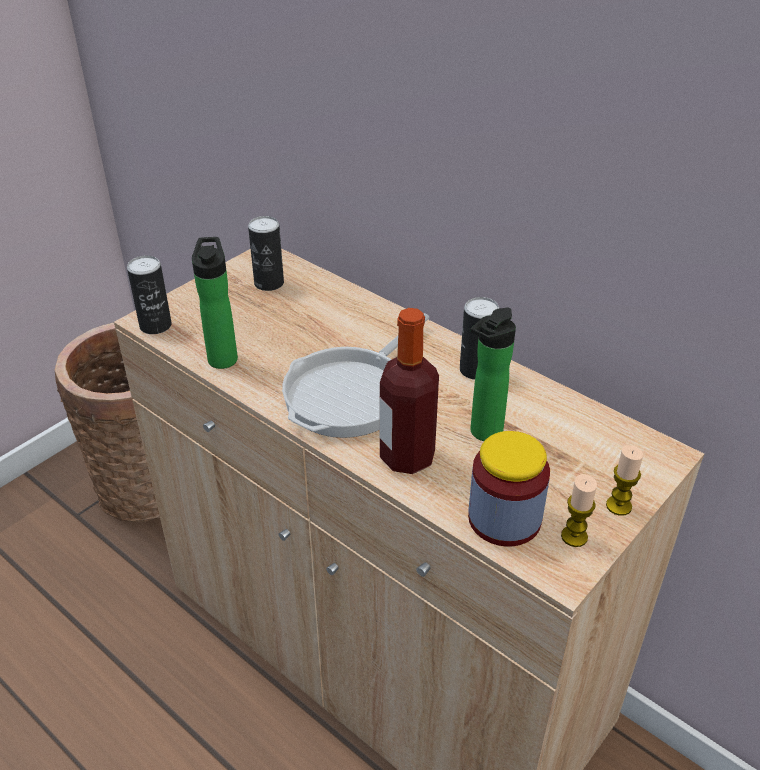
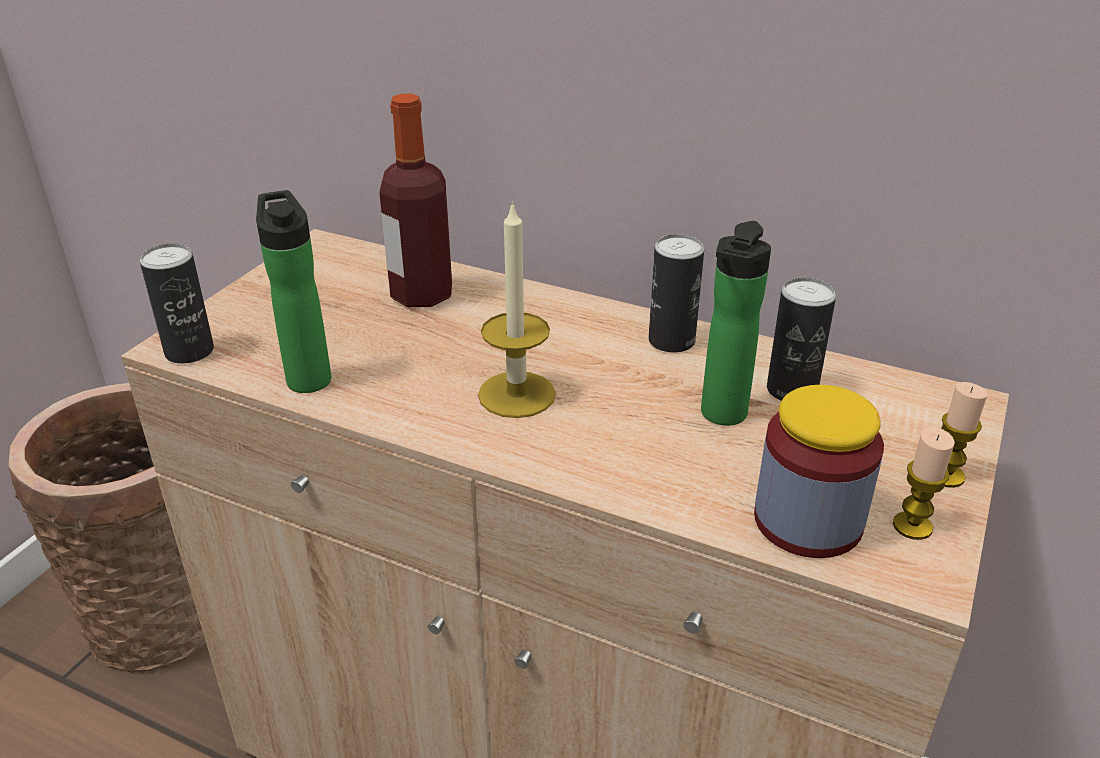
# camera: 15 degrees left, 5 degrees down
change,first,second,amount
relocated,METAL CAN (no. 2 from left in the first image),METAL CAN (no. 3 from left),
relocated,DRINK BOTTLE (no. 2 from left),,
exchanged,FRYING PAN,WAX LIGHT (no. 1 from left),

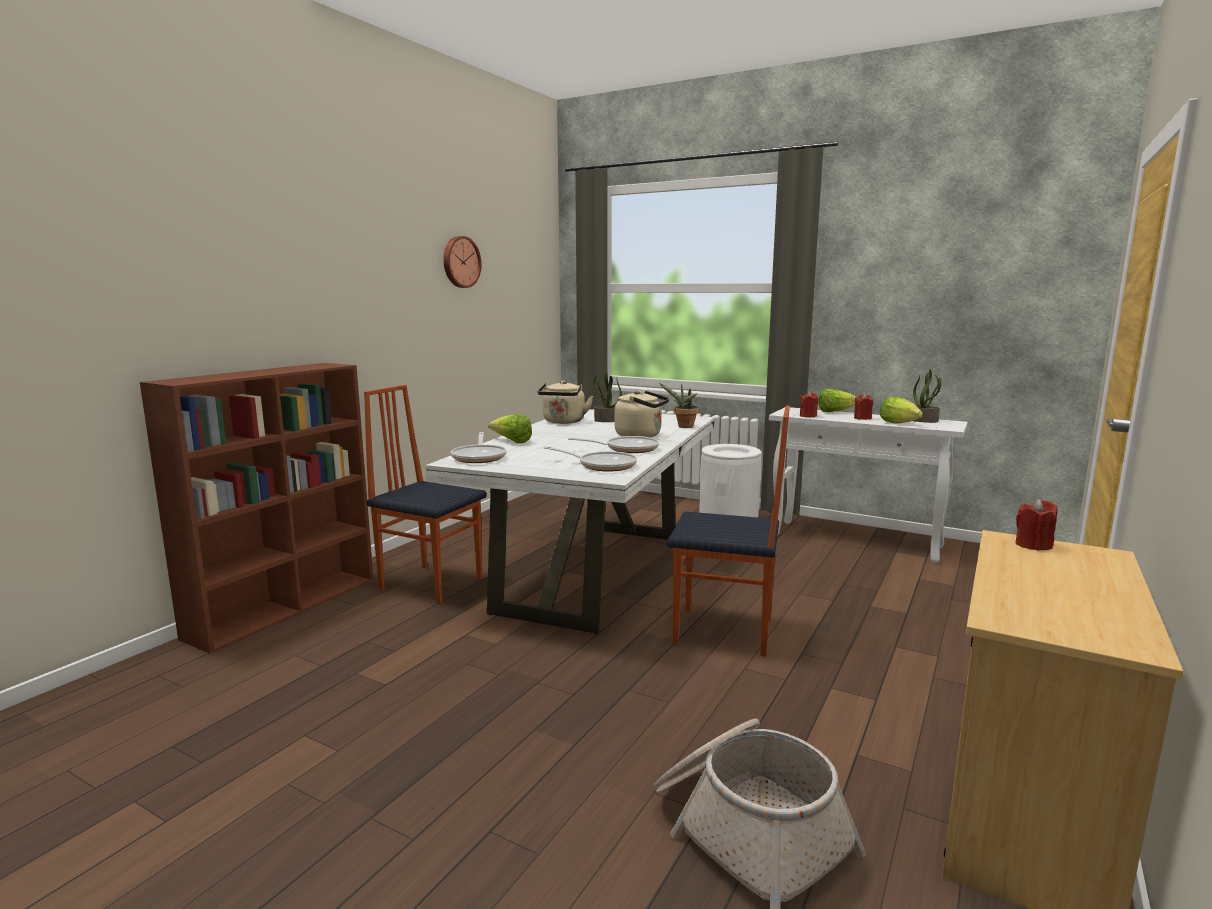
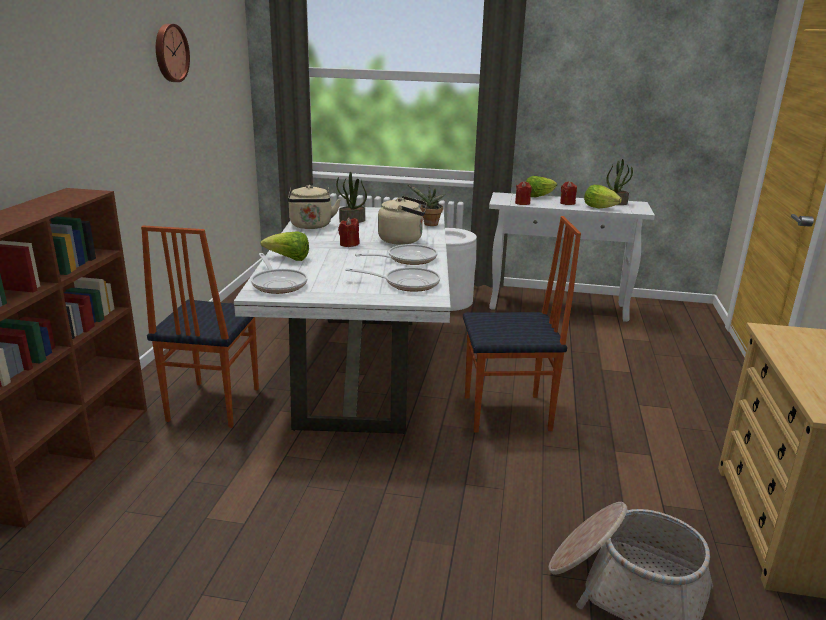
# camera: 20 degrees left, 10 degrees up
change,first,second,amount
relocated,RED-COLOURED WAX LIGHT (no. 3 from left in the first image),RED-COLOURED WAX LIGHT (no. 1 from left),
spun,CHAIR (no. 1 from left),,90 degrees counterclockwise

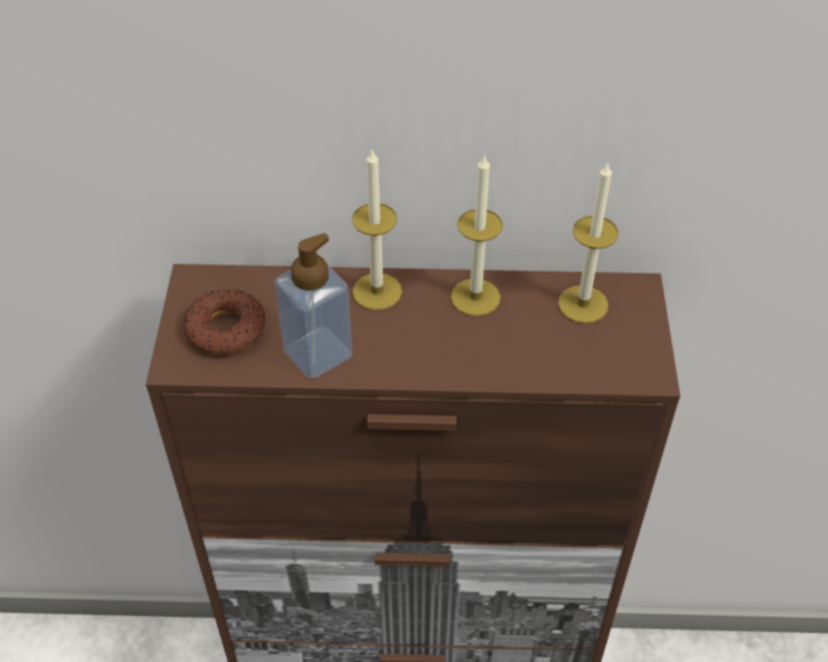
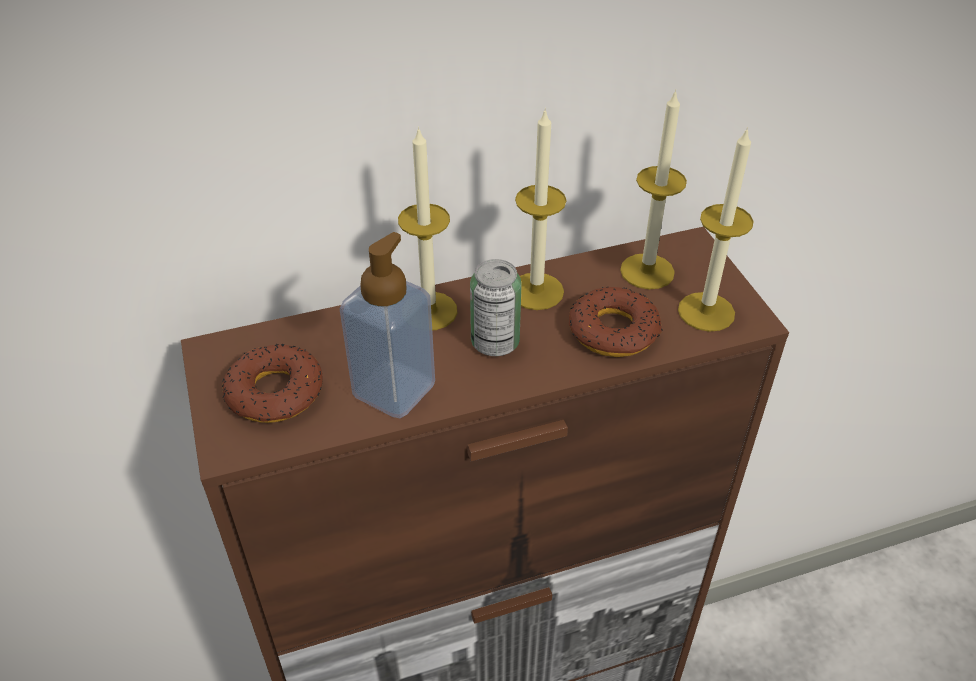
# camera: 20 degrees left, 5 degrees down
change,first,second,amount
appeared,,METAL CAN,
appeared,,RING DOUGHNUT (no. 2 from left),
appeared,,WAX LIGHT (no. 4 from left),

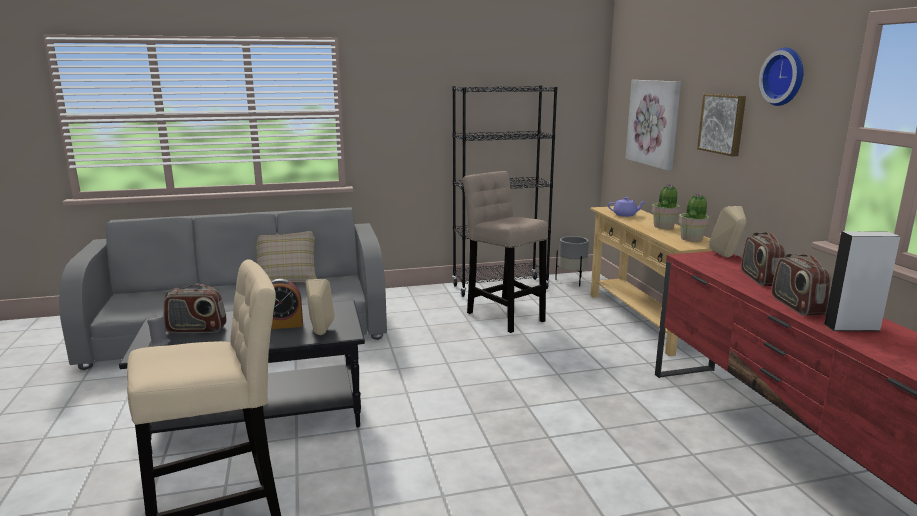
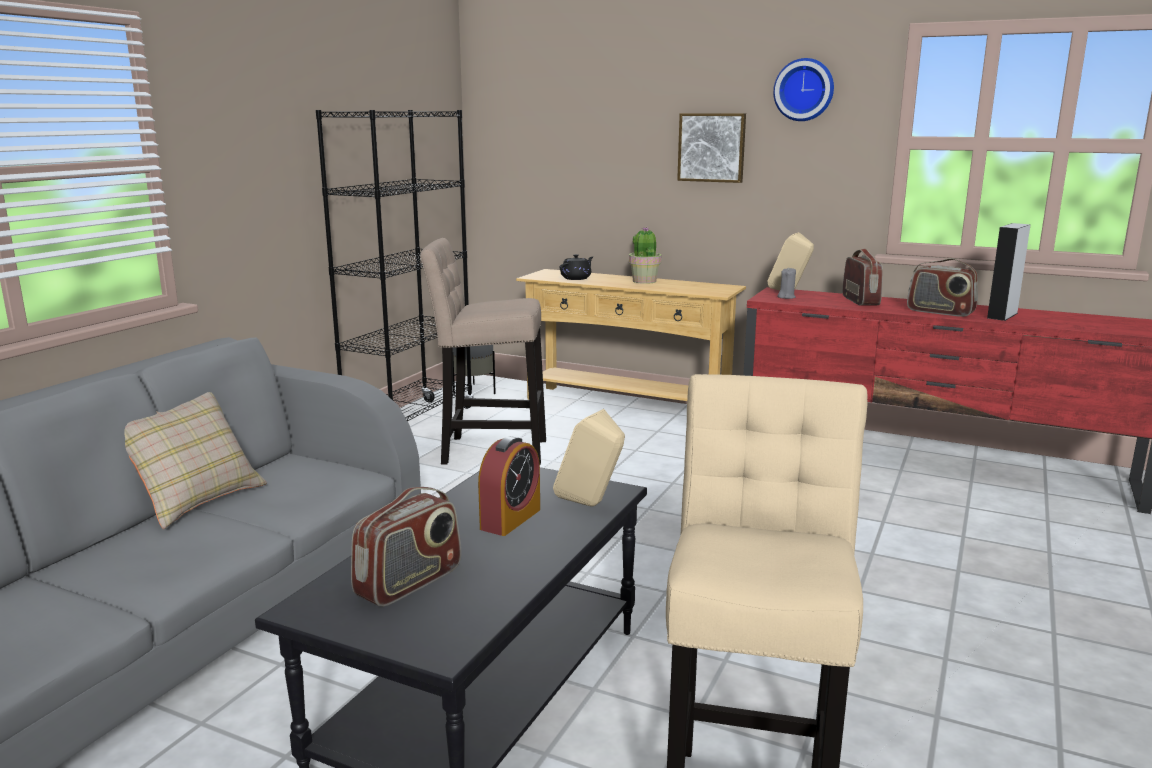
# camera: 50 degrees left, 0 degrees up
change,first,second,amount
missing,WALL ART (no. 1 from left),,
missing,HOUSEPLANT (no. 2 from left),,
relocated,GREY WAX LIGHT,,
colour,PURPLE-COLOURED POT FOR TEA,BLACK-COLOURED POT FOR TEA,
spun,RADIO (no. 2 from left),,135 degrees counterclockwise

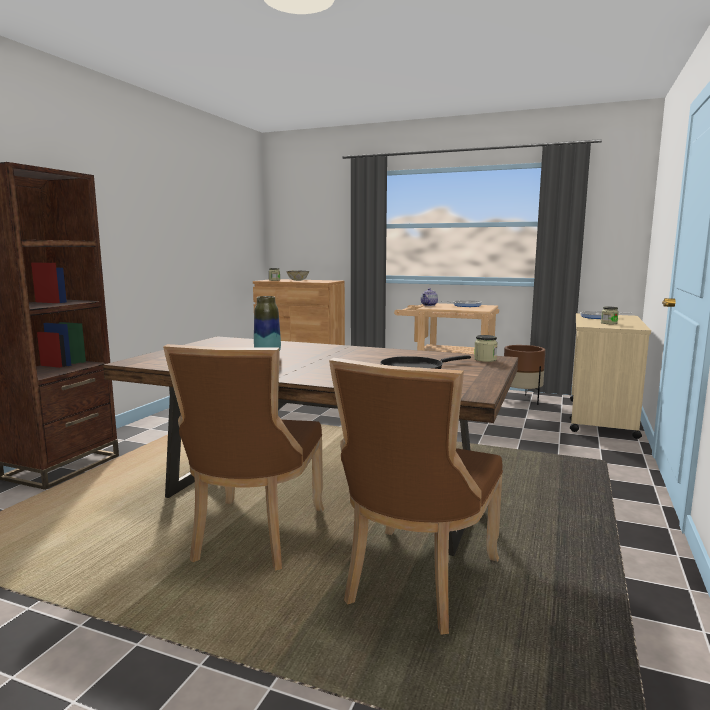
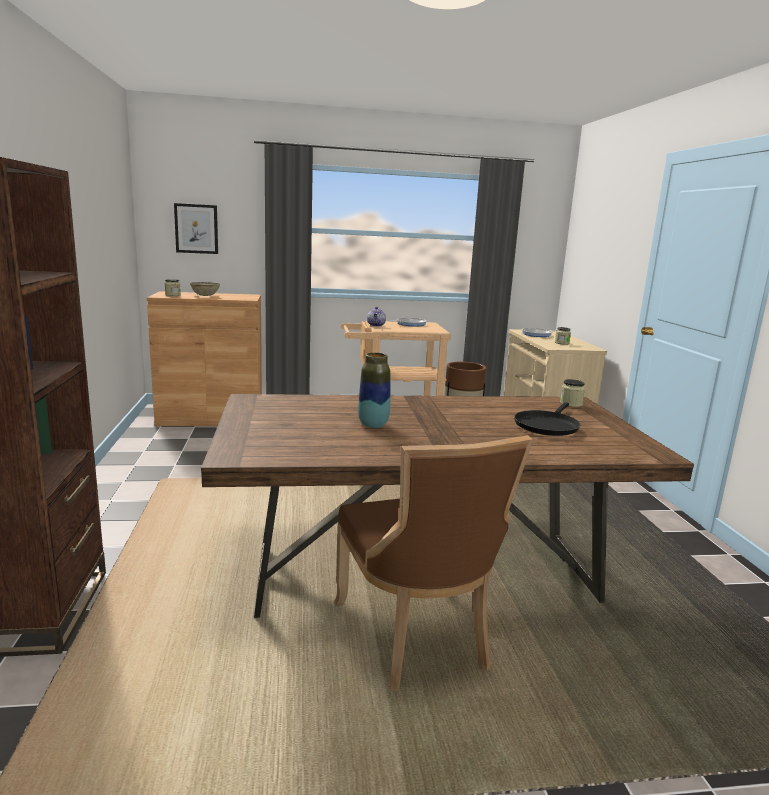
# camera: 30 degrees left, 5 degrees up
change,first,second,amount
missing,BROWN CHAIR (no. 2 from left),,
appeared,,WALL ART,

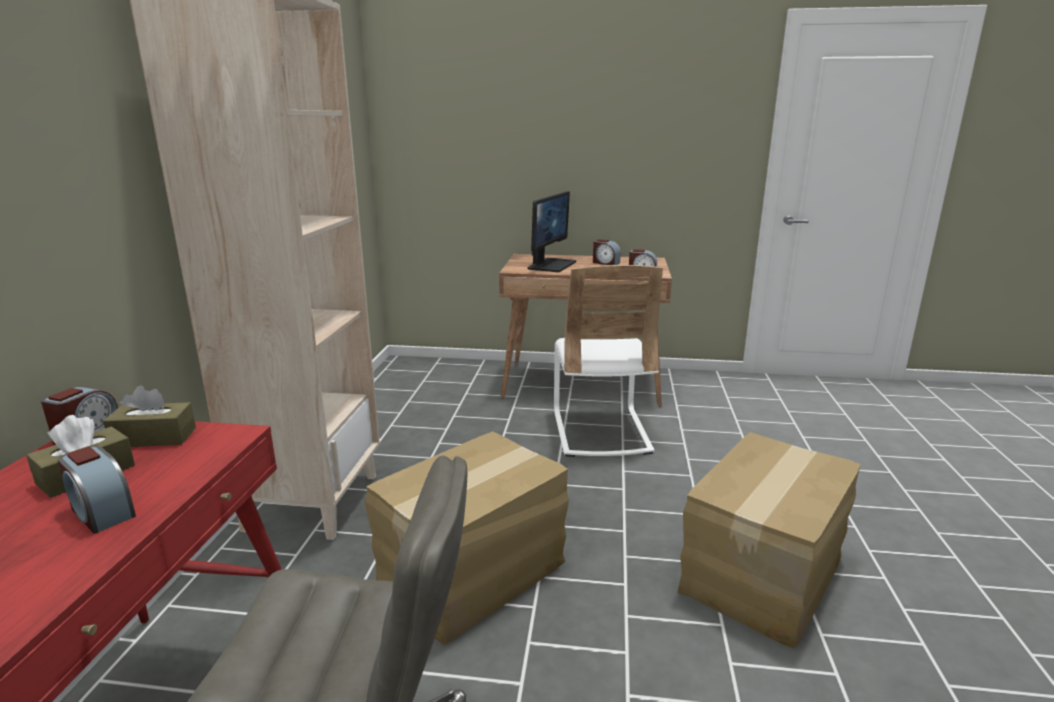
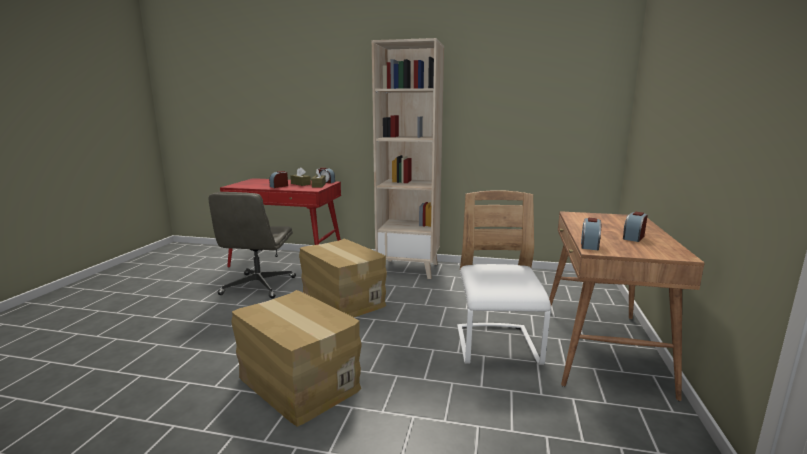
# camera: 95 degrees right, 5 degrees down
change,first,second,amount
missing,COMPUTER SCREEN,,
spun,WHITE-COLOURED CHAIR,,90 degrees clockwise

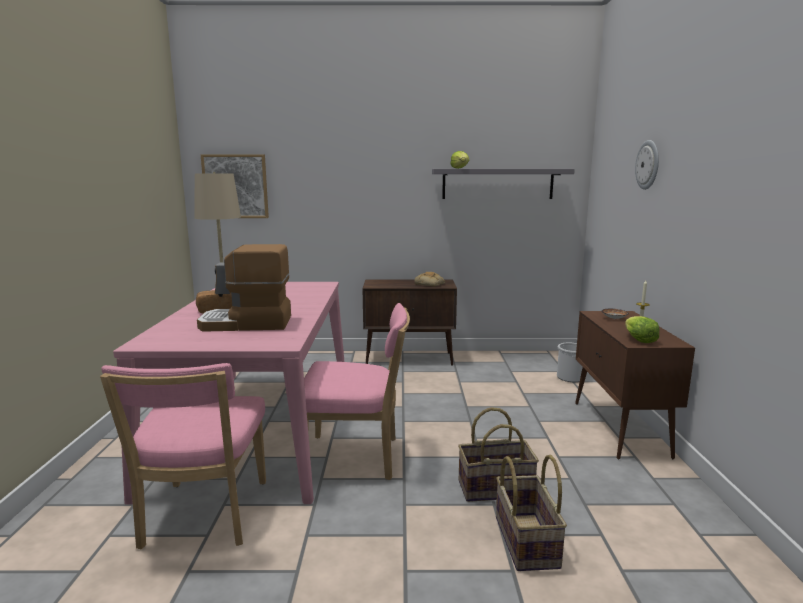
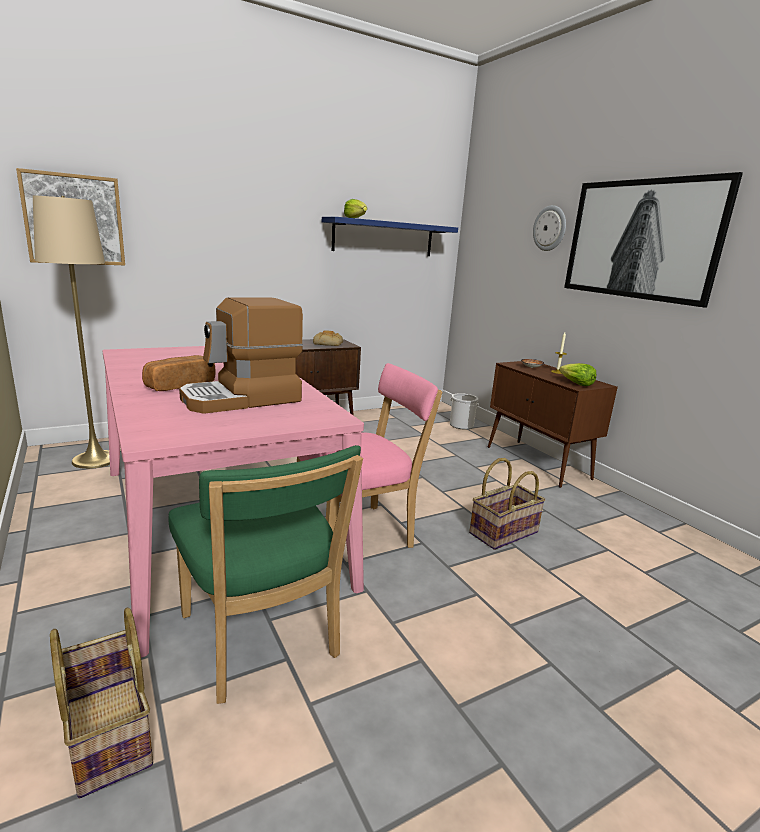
# camera: 30 degrees left, 5 degrees up
change,first,second,amount
appeared,,WALL ART (no. 2 from left),
relocated,BASKET (no. 2 from left in the first image),BASKET (no. 1 from left),
colour,PINK CHAIR (no. 1 from left),GREENISH CHAIR,
colour,GREY SHELF,BLUE-COLOURED SHELF,

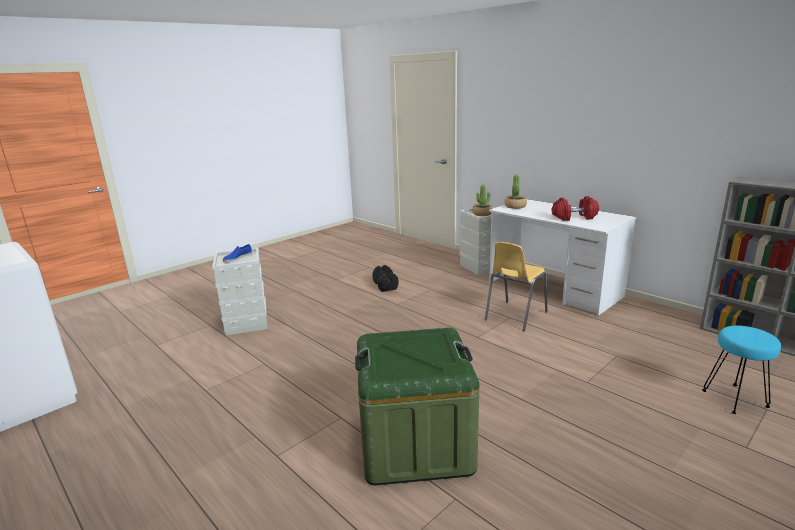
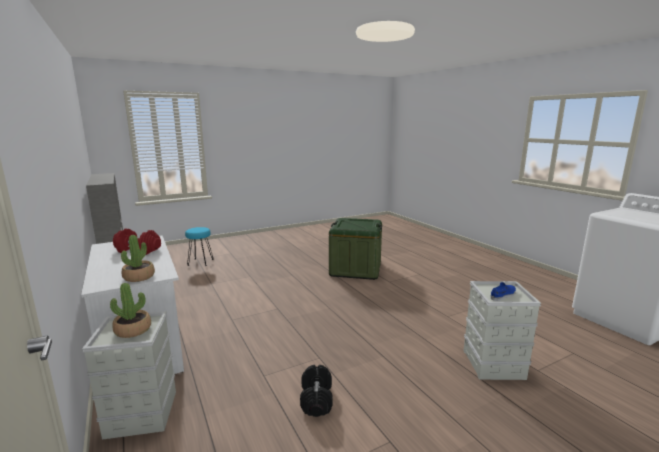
# camera: 165 degrees left, 5 degrees down
change,first,second,amount
missing,YELLOW CHAIR,,

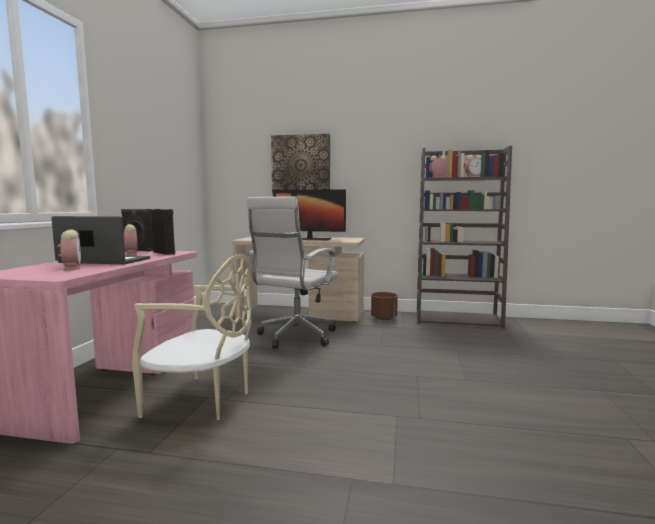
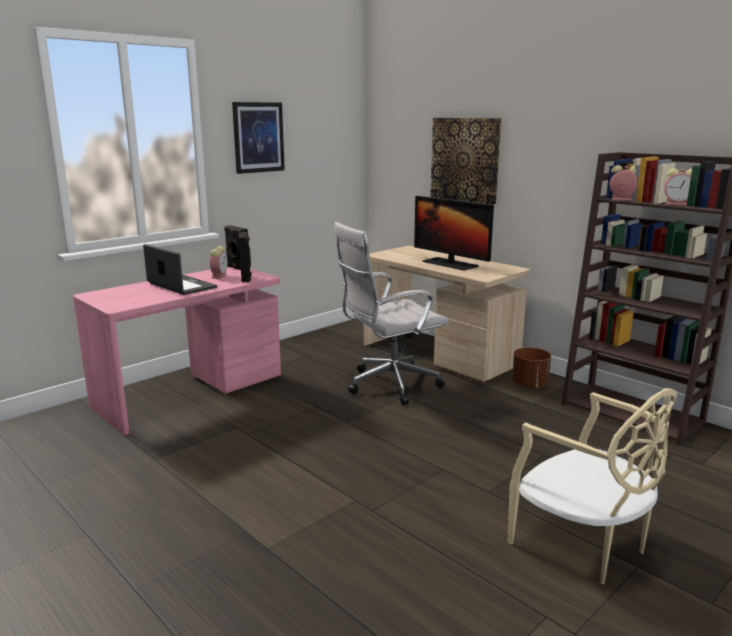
# camera: 35 degrees right, 10 degrees up
change,first,second,amount
missing,BEDSIDE CLOCK (no. 1 from left),,
appeared,,WALL ART (no. 1 from left),
relocated,BEIGE CHAIR,,

